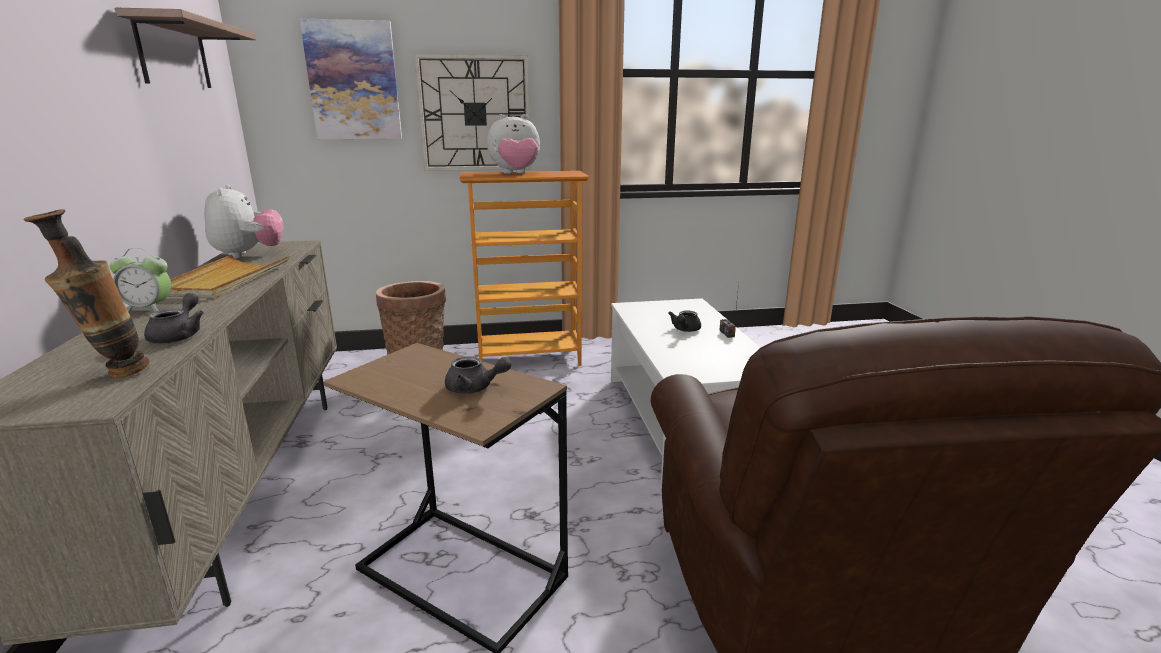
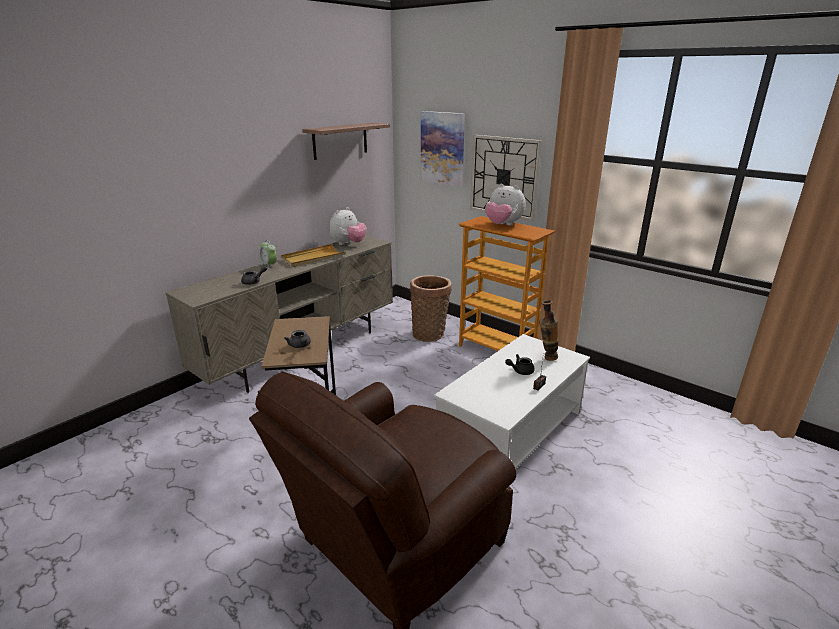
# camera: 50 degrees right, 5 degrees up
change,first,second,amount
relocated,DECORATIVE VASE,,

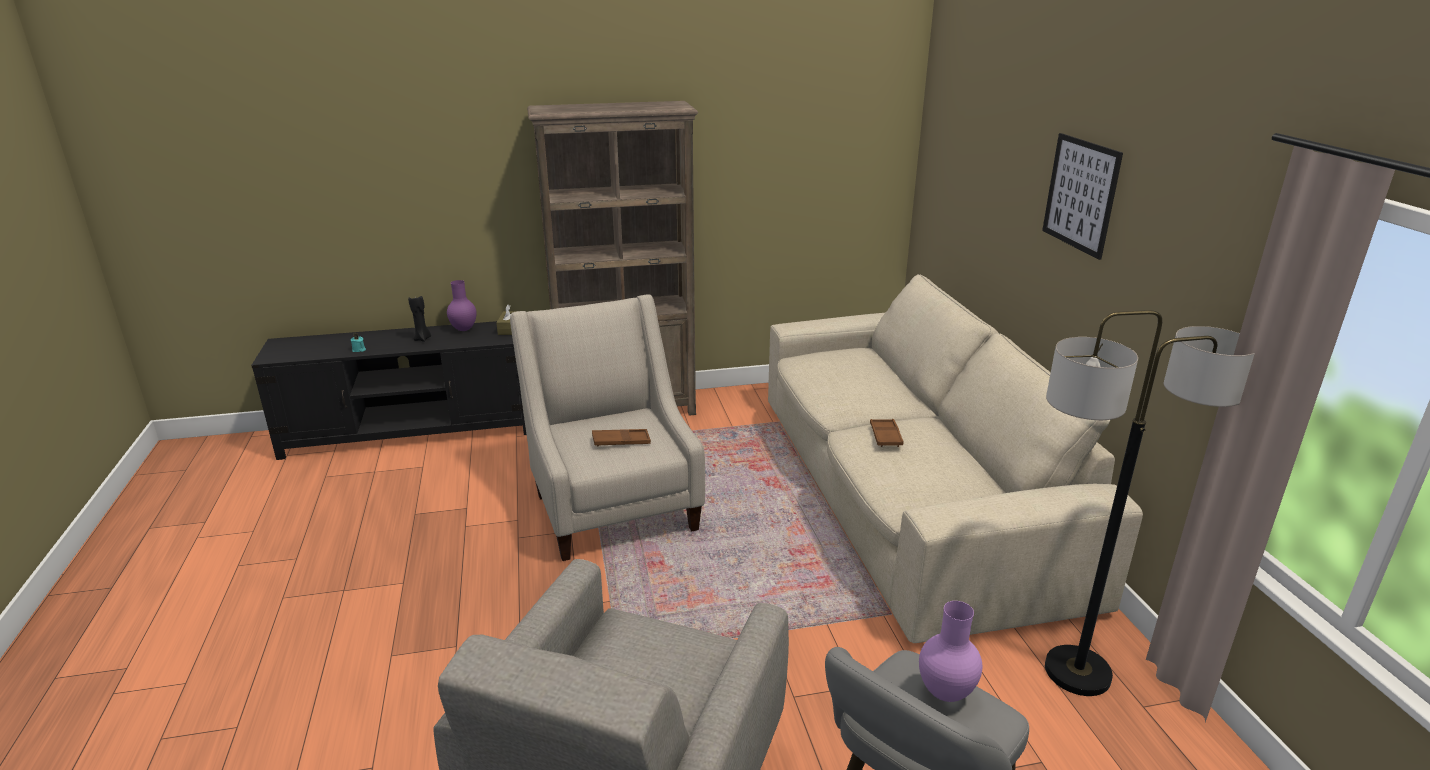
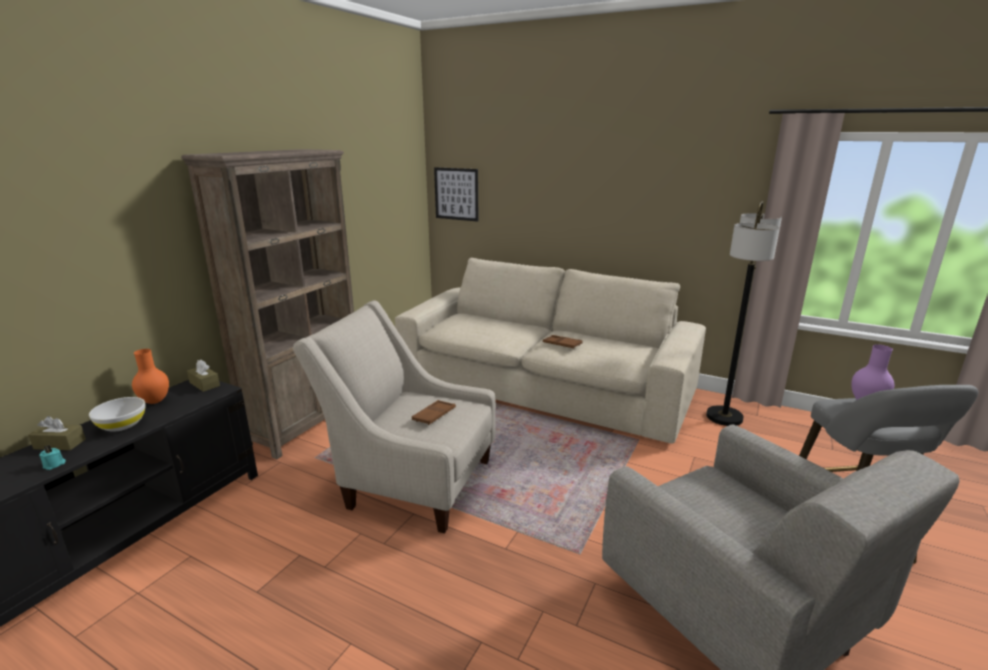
# camera: 50 degrees left, 5 degrees down
change,first,second,amount
appeared,,BROWN BOX OF TISSUES (no. 1 from left),
relocated,WALL ART,,
exchanged,BLACK-COLOURED WAX LIGHT,WHITE-COLOURED BOWL,
colour,PURPLE-COLOURED DECORATIVE VASE (no. 1 from left),ORANGE DECORATIVE VASE,

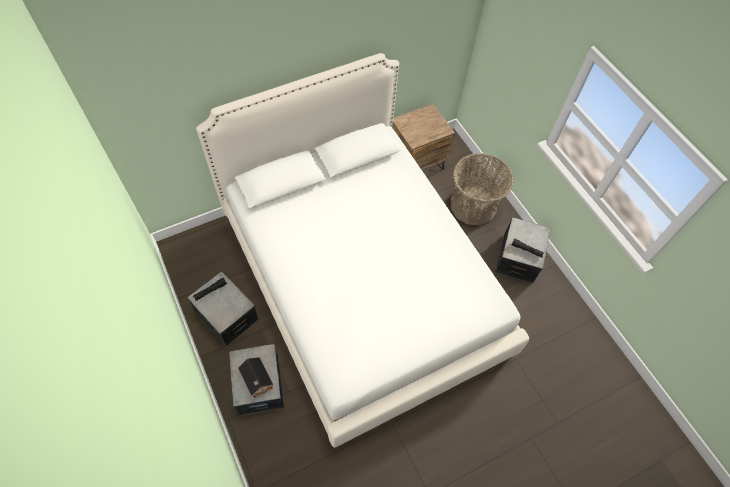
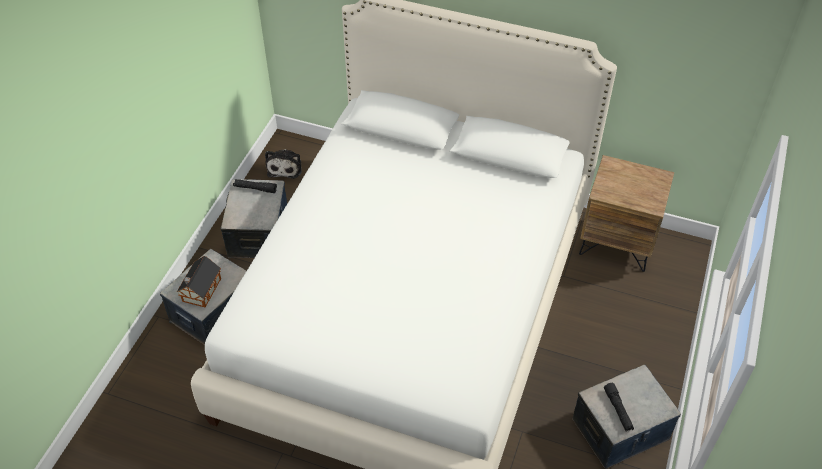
# camera: 50 degrees right, 10 degrees down
change,first,second,amount
missing,BASKET,,
appeared,,CUDDLY TOY,

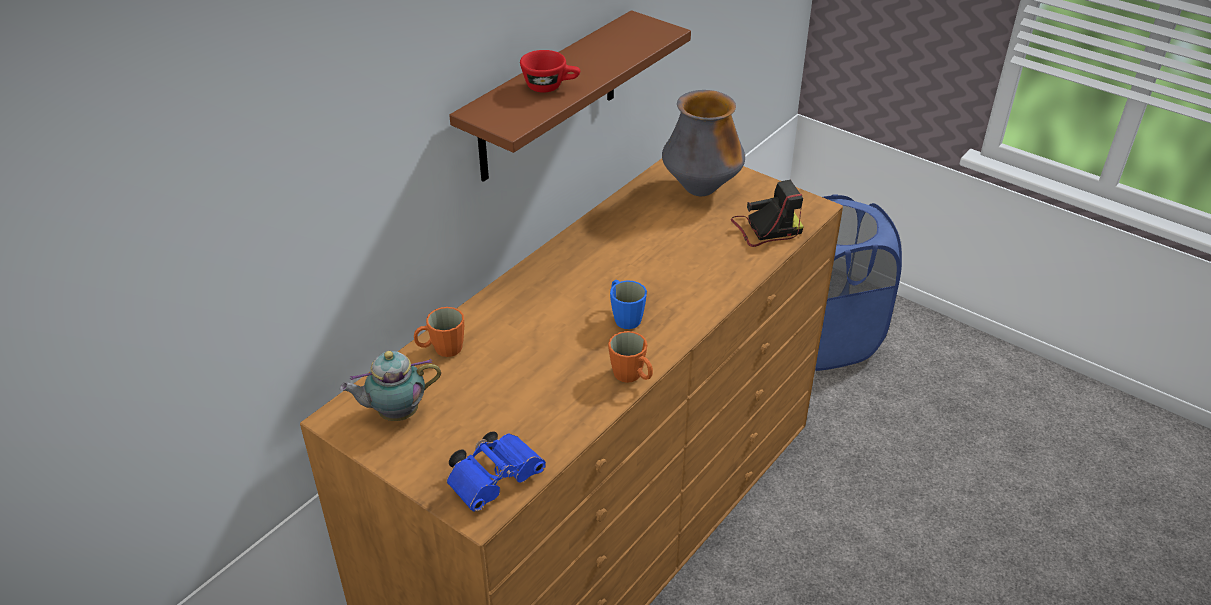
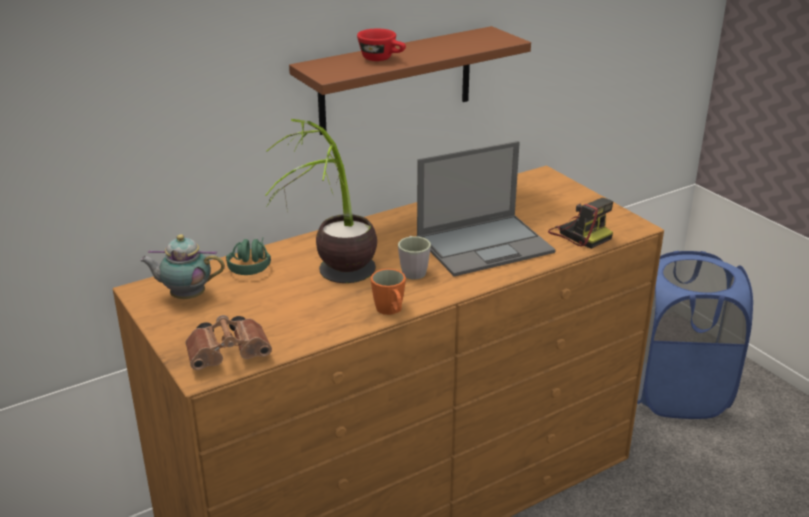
# camera: 20 degrees right, 10 degrees down
change,first,second,amount
missing,DECORATIVE VASE,,
appeared,,HOUSEPLANT,
appeared,,PORTABLE COMPUTER,
exchanged,ORANGE TEA MUG (no. 1 from left),GREENISH PAIR OF HEADPHONES,
colour,BLUE-COLOURED FIELD GLASSES,BROWN FIELD GLASSES,
colour,BLUE-COLOURED TEA MUG,GREY TEA MUG,
spun,STILL CAMERA,,45 degrees clockwise

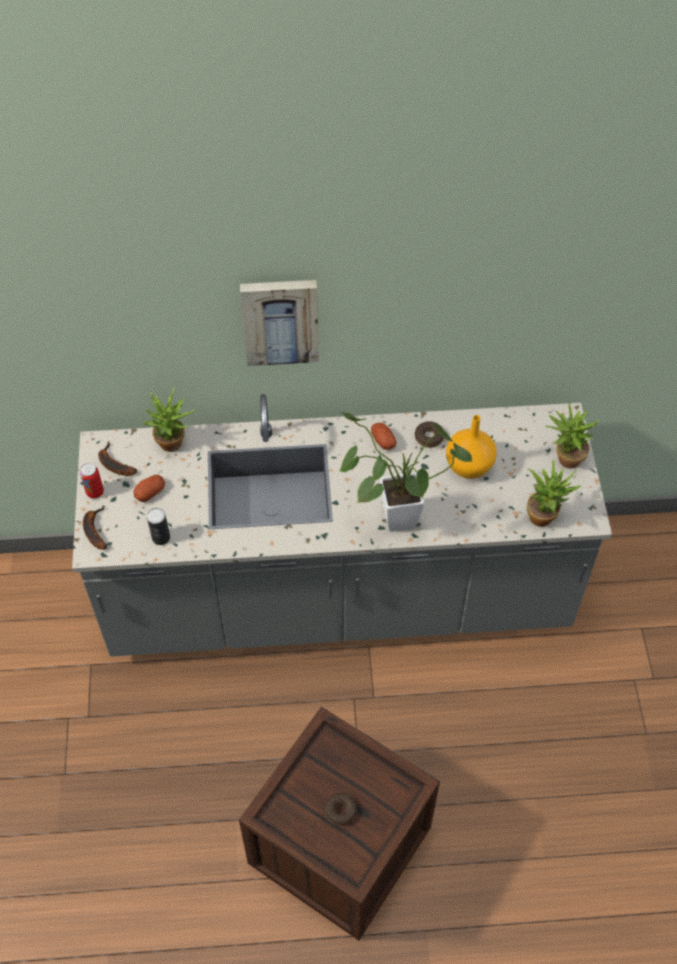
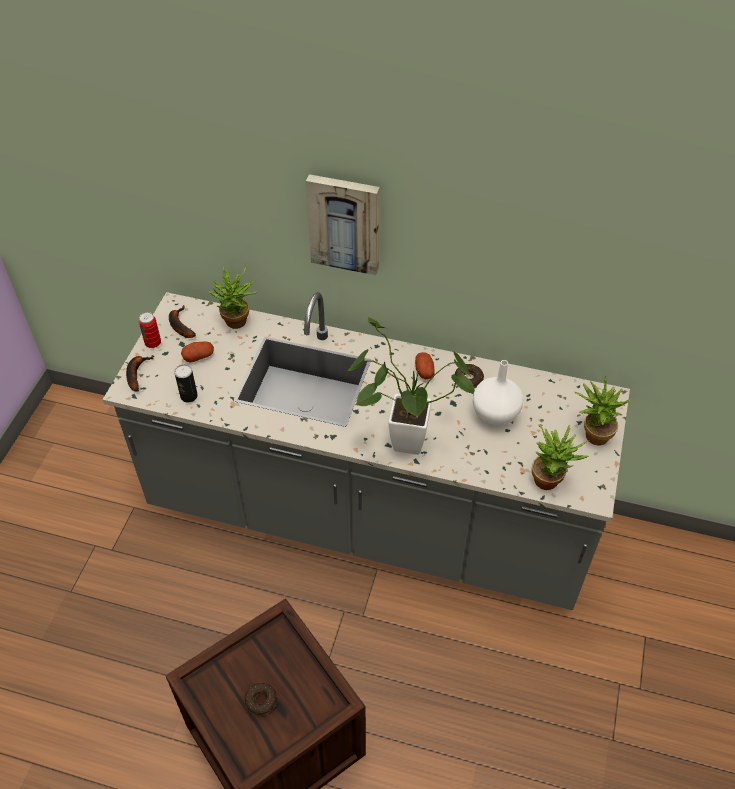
# camera: 20 degrees right, 5 degrees down
change,first,second,amount
colour,ORANGE DECORATIVE VASE,WHITE-COLOURED DECORATIVE VASE,

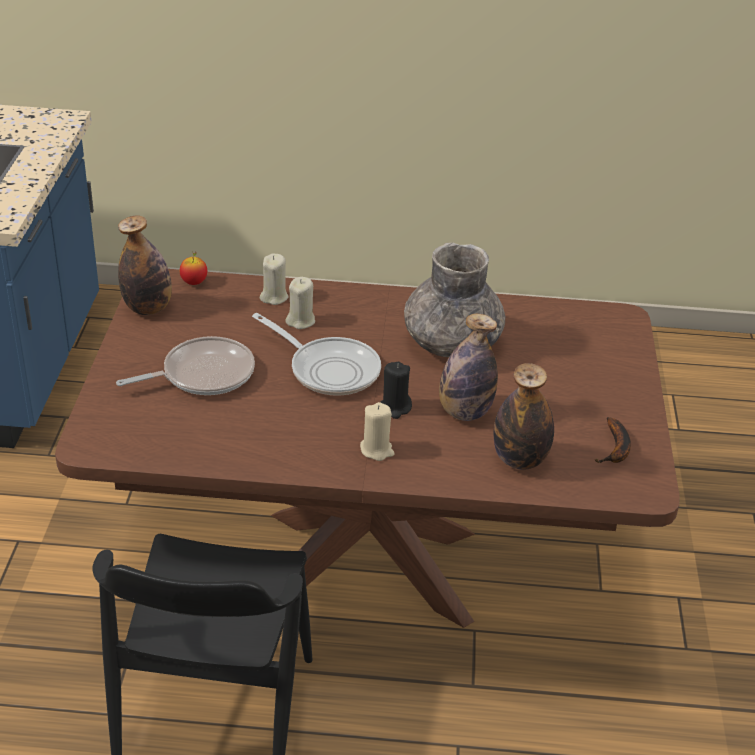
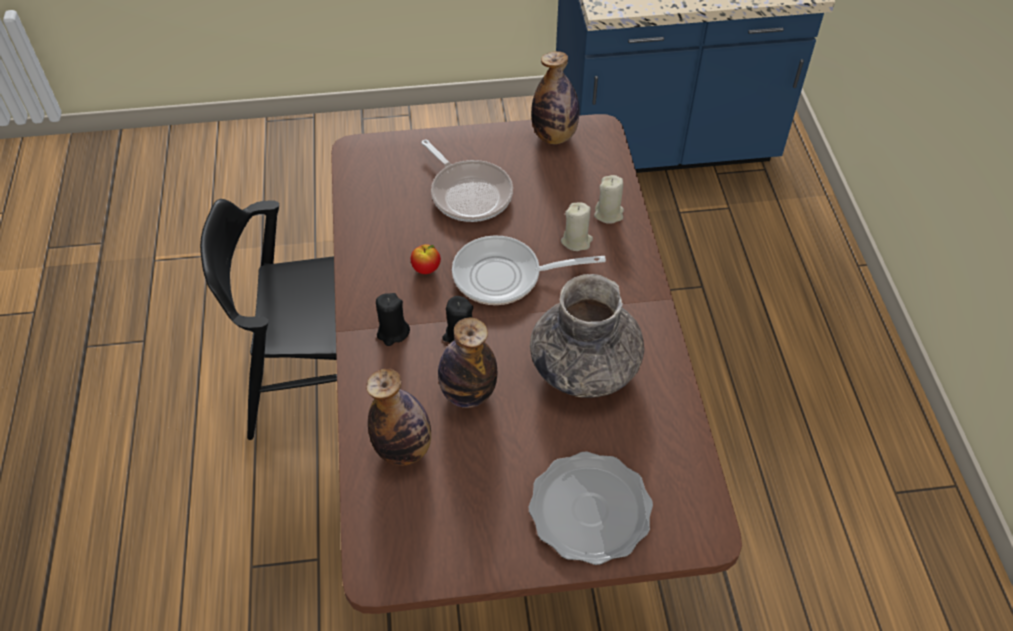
# camera: 80 degrees right, 15 degrees up
change,first,second,amount
missing,BANANA,,
appeared,,DINNER PLATE,
relocated,APPLE,,
colour,BEIGE WAX LIGHT (no. 3 from left),BLACK-COLOURED WAX LIGHT (no. 1 from left),
spun,FRYING PAN (no. 2 from left),,60 degrees clockwise

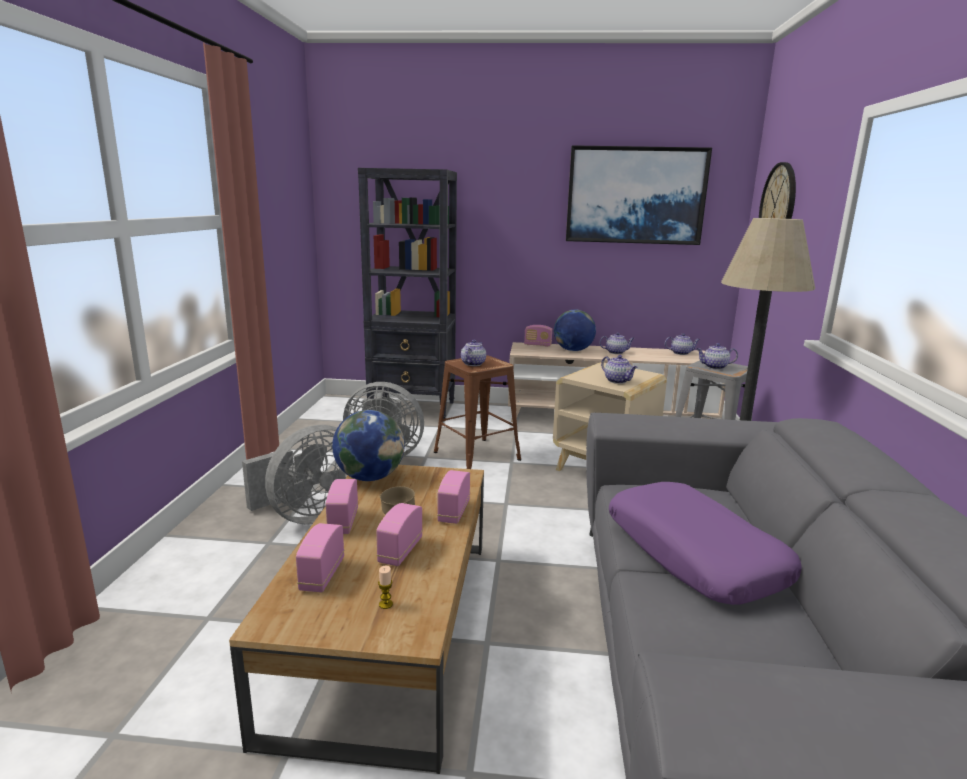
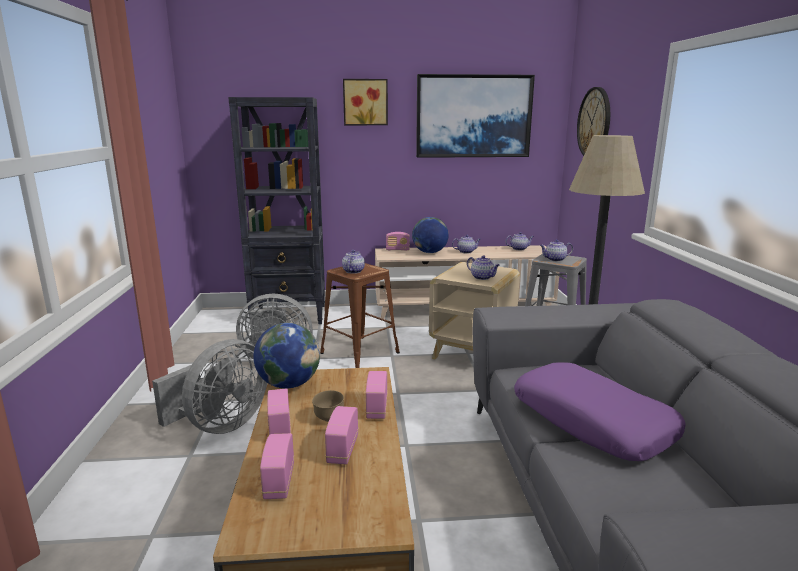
# camera: 10 degrees left, 0 degrees up
change,first,second,amount
missing,WAX LIGHT,,
appeared,,WALL ART (no. 1 from left),

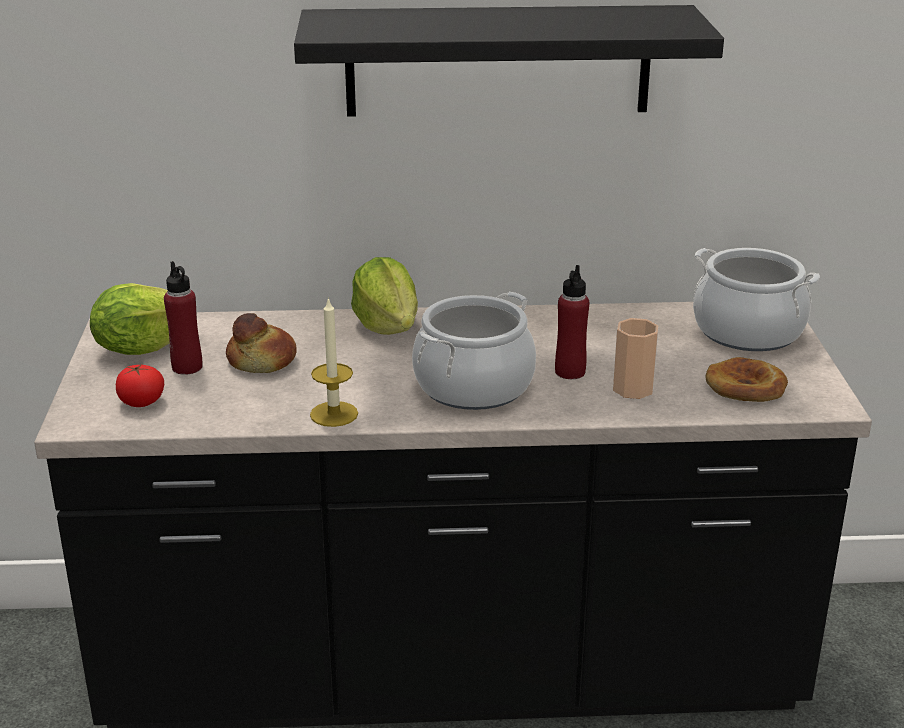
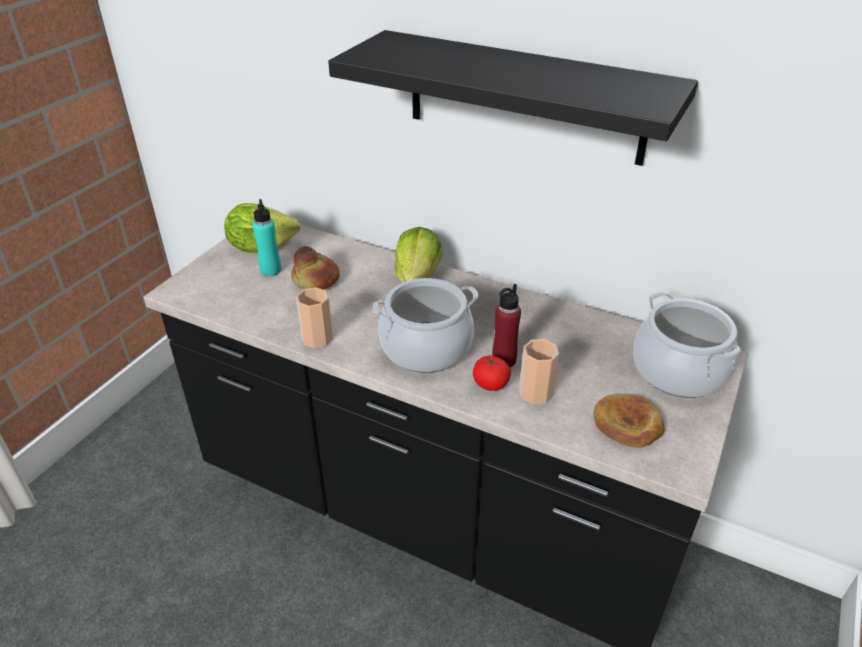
# camera: 30 degrees right, 10 degrees up
change,first,second,amount
relocated,WHOLE TOMATO,,
exchanged,WAX LIGHT,DRINKING CUP (no. 1 from left),
colour,RED-COLOURED DRINK BOTTLE (no. 1 from left),BLUE-GREEN DRINK BOTTLE,

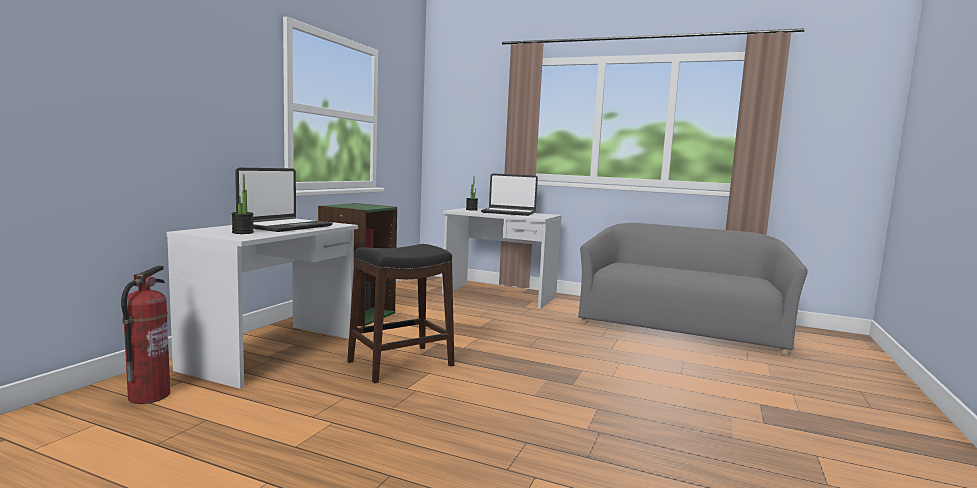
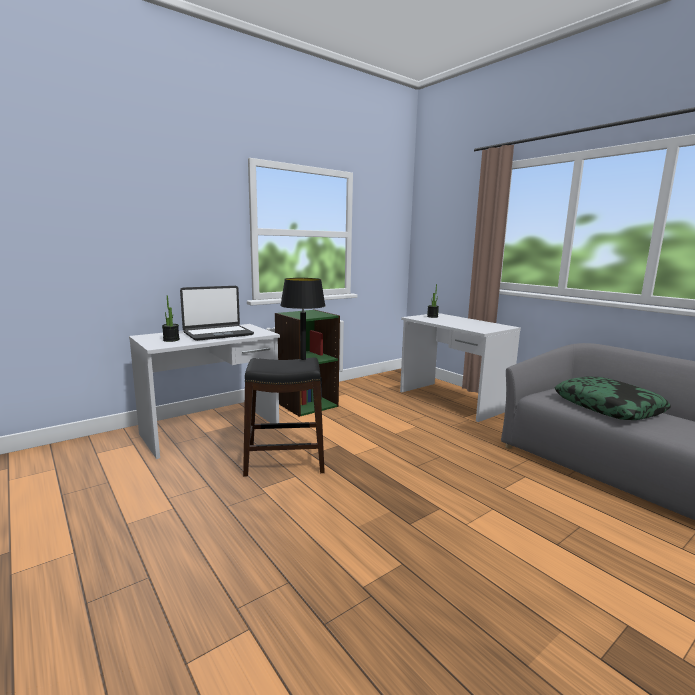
# camera: 30 degrees right, 5 degrees up
change,first,second,amount
missing,EXTINGUISHER,,
missing,PORTABLE COMPUTER (no. 2 from left),,
appeared,,BLACK-COLOURED TABLETOP LAMP,
appeared,,PILLOW,

